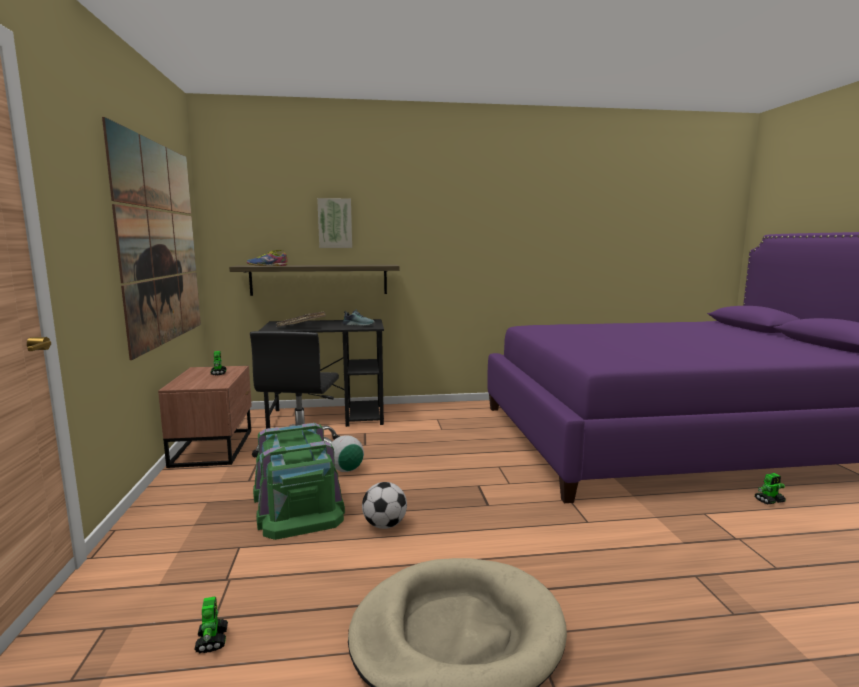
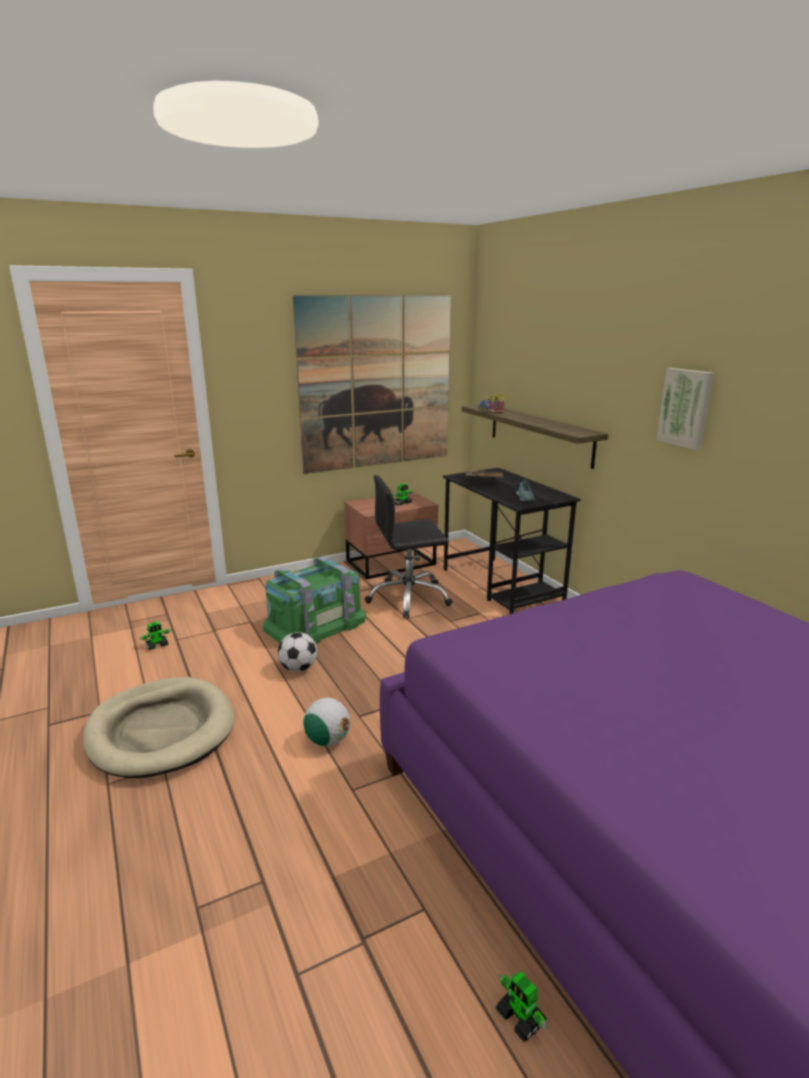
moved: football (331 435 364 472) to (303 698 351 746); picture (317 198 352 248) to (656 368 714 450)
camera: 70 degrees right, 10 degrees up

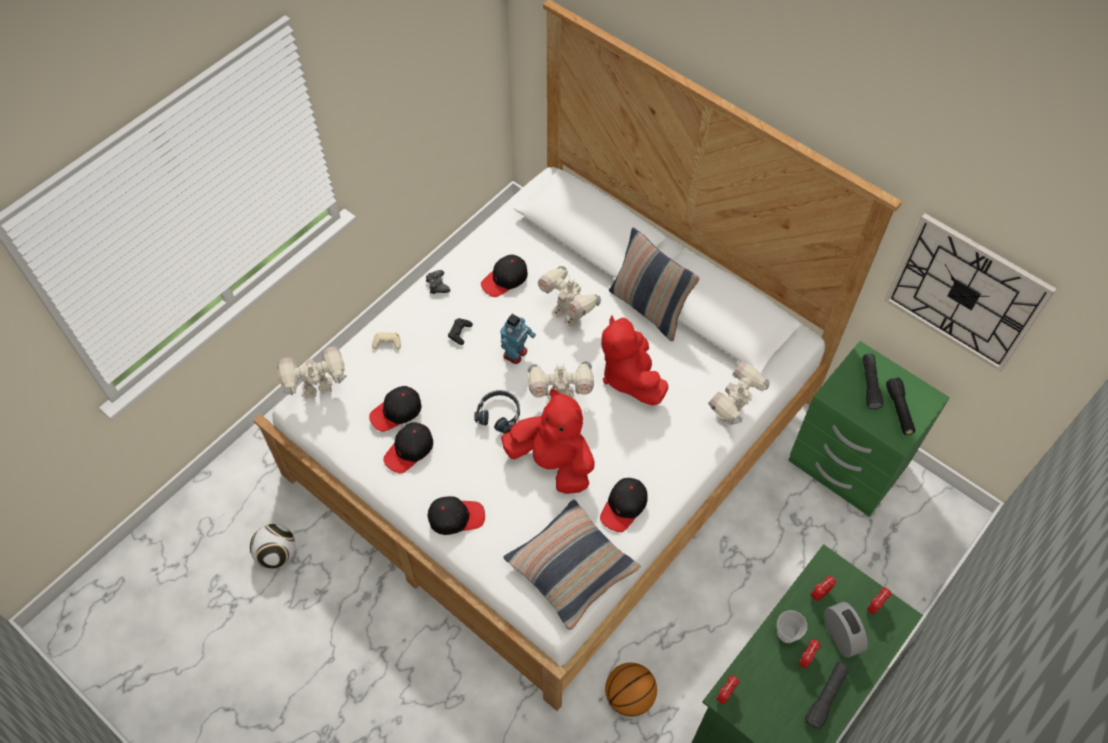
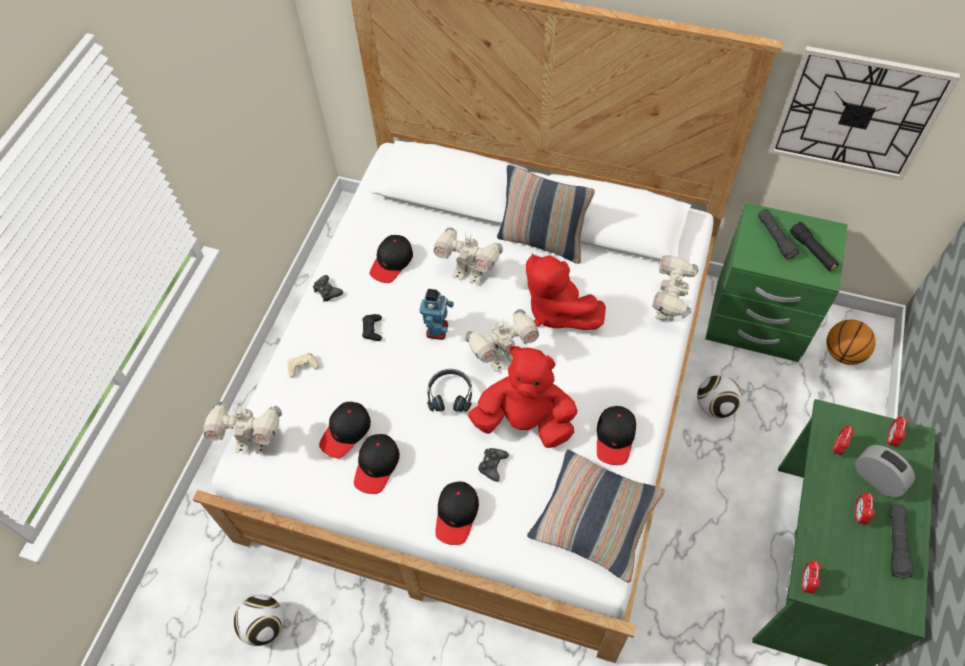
removed: cup (777 610 807 643)
added: black game controller (478 448 509 482); football (697 375 742 418)
moved: basketball (605 662 657 716) to (826 319 876 365)
turned: toy robot (277 347 346 399) = (203 401 282 454) 135 degrees counterclockwise; black cap (427 496 485 535) = (435 481 479 545) 135 degrees clockwise
camera: 20 degrees left, 0 degrees up

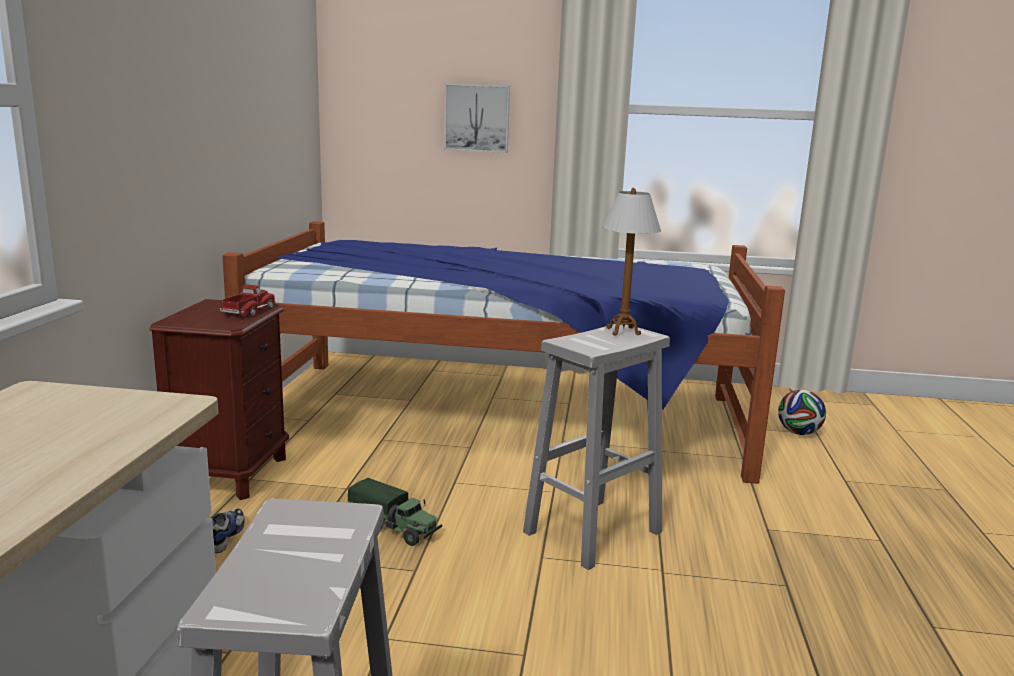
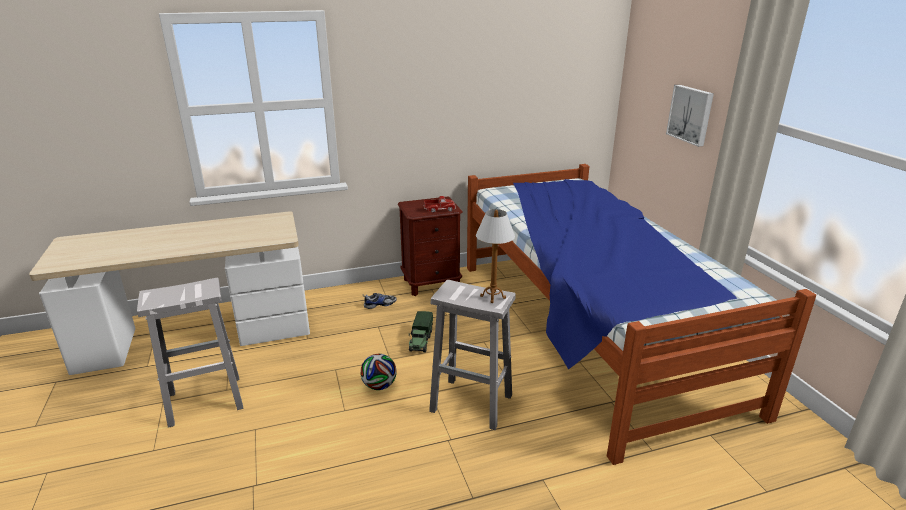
moved: football (778 390 826 435) to (360 354 397 390)
camera: 65 degrees right, 10 degrees up

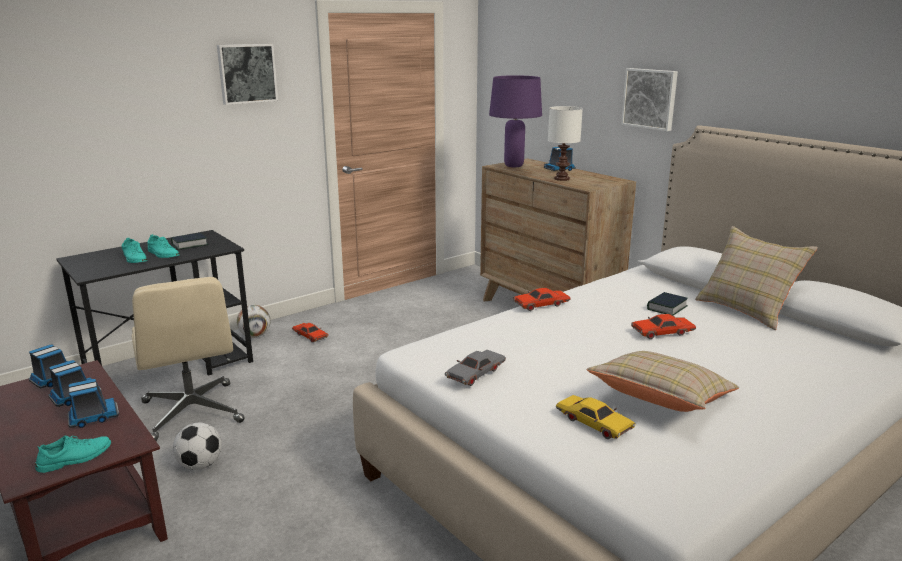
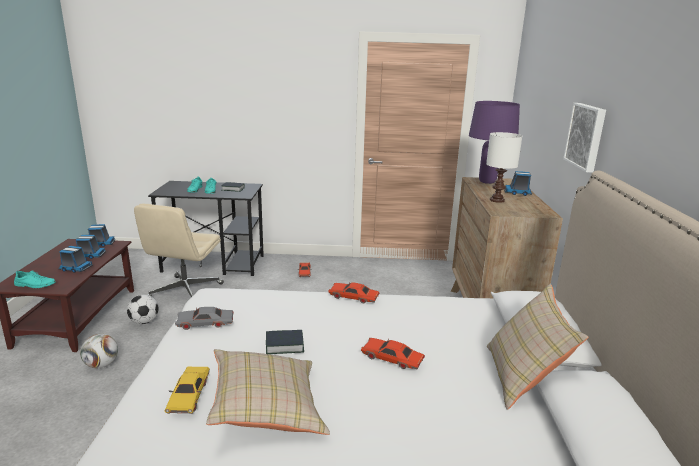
removed: picture (217 44 278 105)
moved: football (237 305 271 338) to (80 334 118 368); book (647 292 688 316) to (266 330 304 354)
camera: 40 degrees right, 0 degrees up

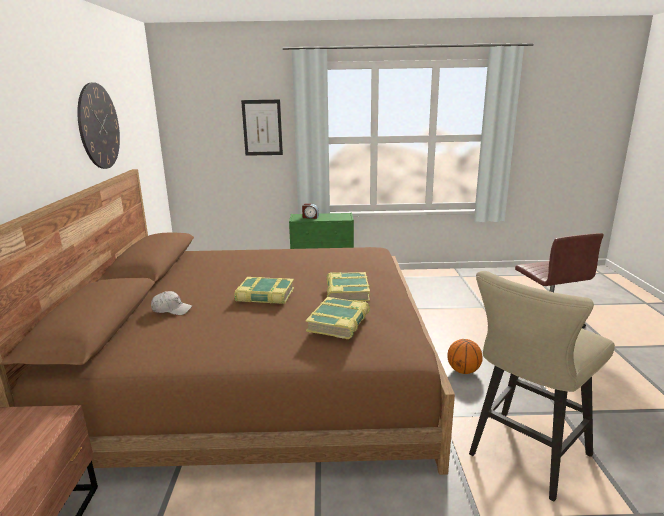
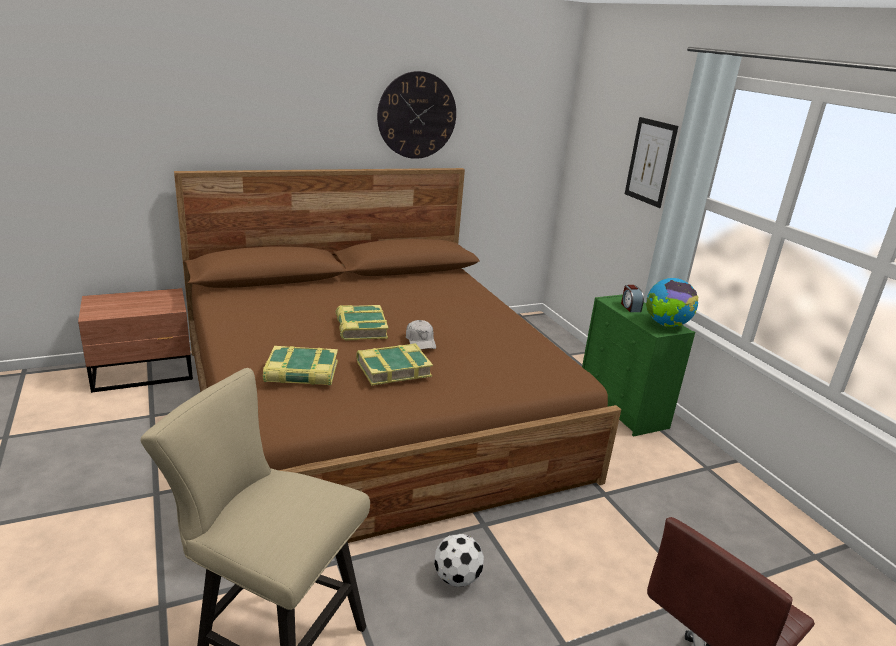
added: globe (646 278 698 327)
moved: white cap (151 291 192 315) to (406 320 436 350)
replaced: basketball (447 339 483 374) to football (434 534 484 587)
camera: 65 degrees right, 5 degrees up

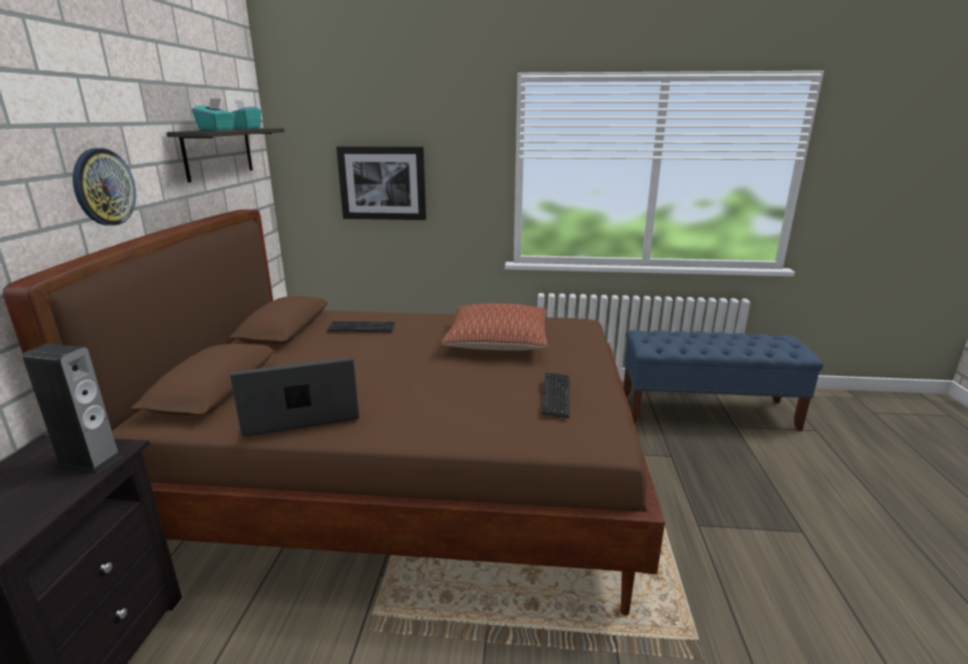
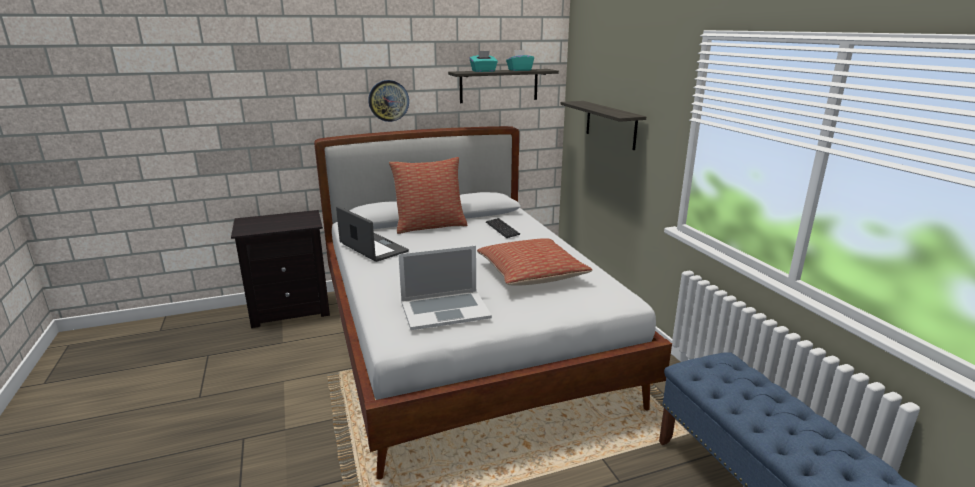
removed: speaker (23 344 124 474)
added: pillow (389 157 467 234)
replaced: keyboard (541 372 569 418) to laptop (398 246 492 330); picture (336 146 426 220) to shelf (560 101 646 150)
recoloured: brown bed (3 209 665 616) to white bed (314 126 672 480)
camera: 65 degrees right, 0 degrees up

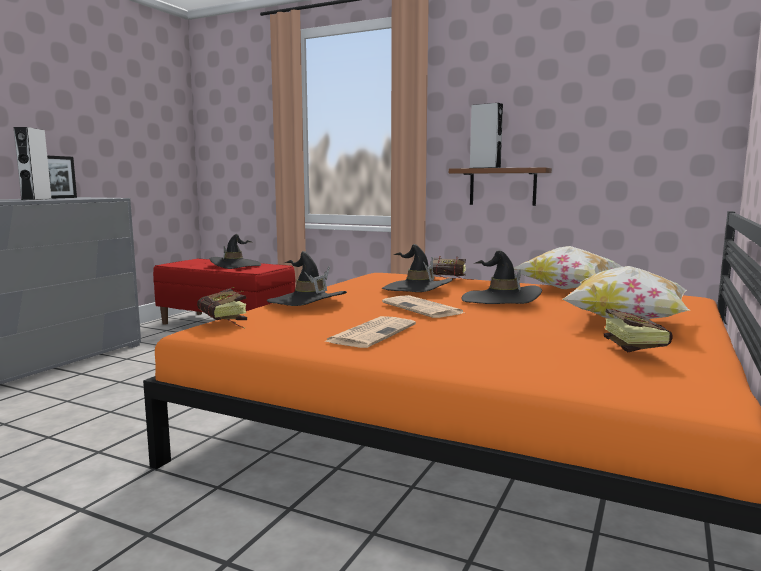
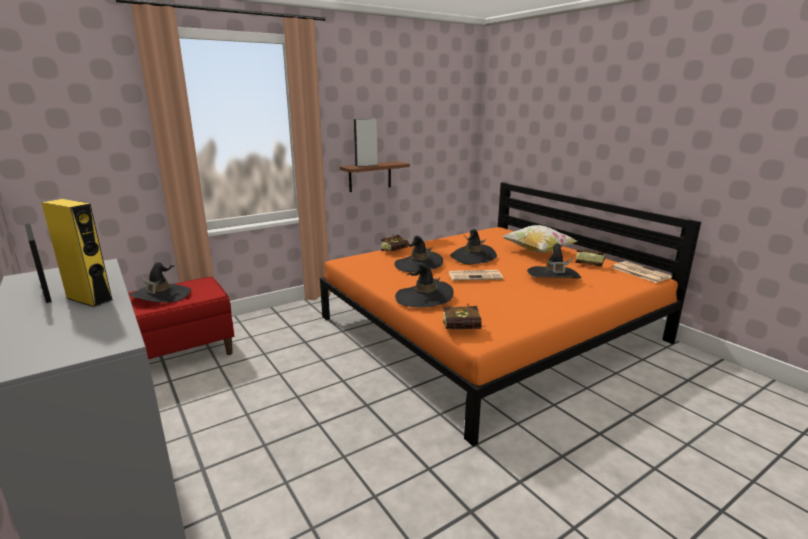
removed: pillow (514 246 623 289)
added: black hat (527 243 581 278)
moved: newspaper (325 316 416 348) to (612 261 672 283)
recoloured: grey speaker (13 127 52 200) to yellow speaker (41 199 113 307)
camera: 60 degrees left, 10 degrees up

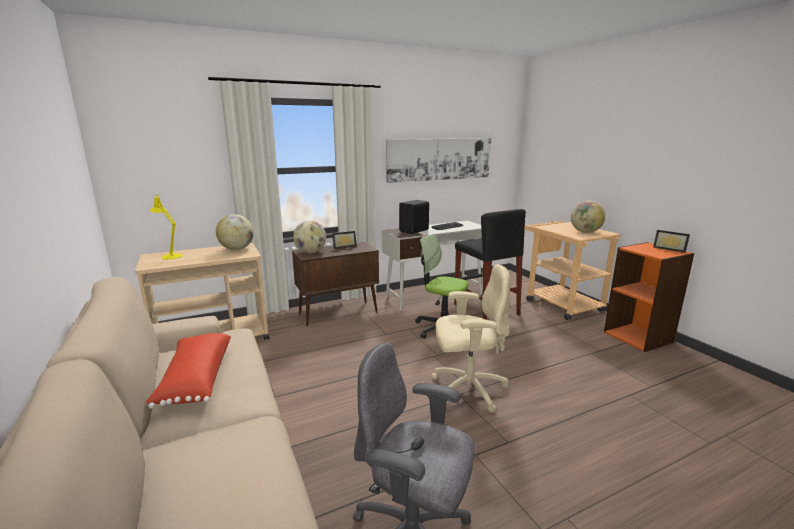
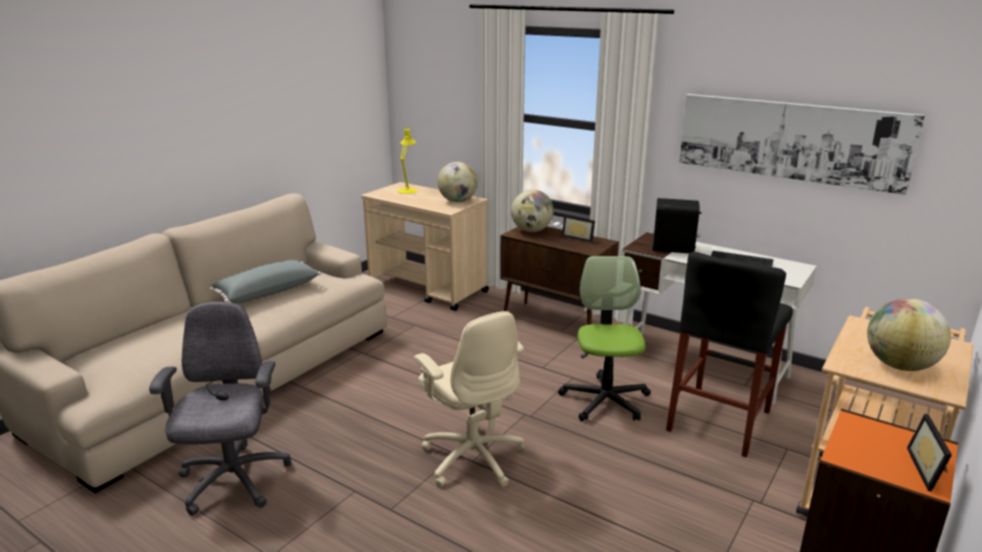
recoloured: red pillow (145 333 231 409) to grey pillow (209 259 321 303)
camera: 60 degrees right, 5 degrees up

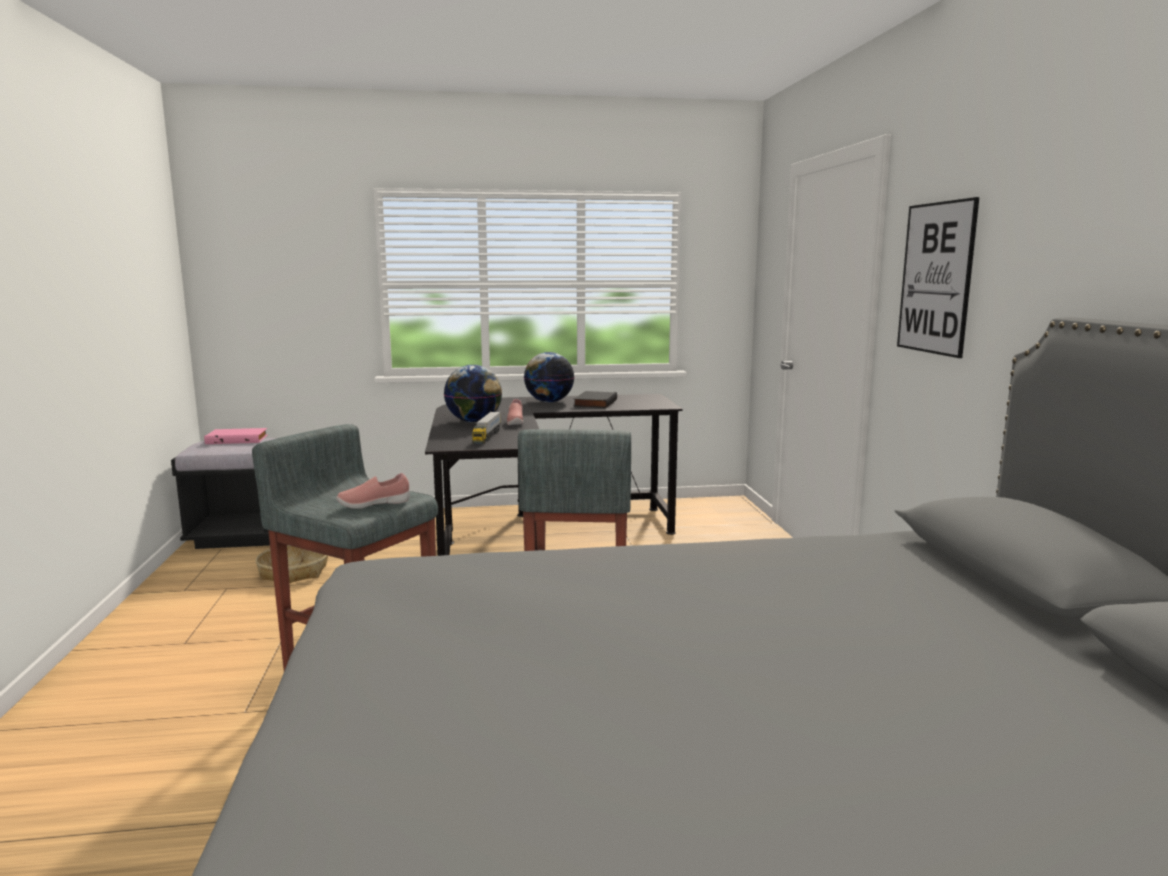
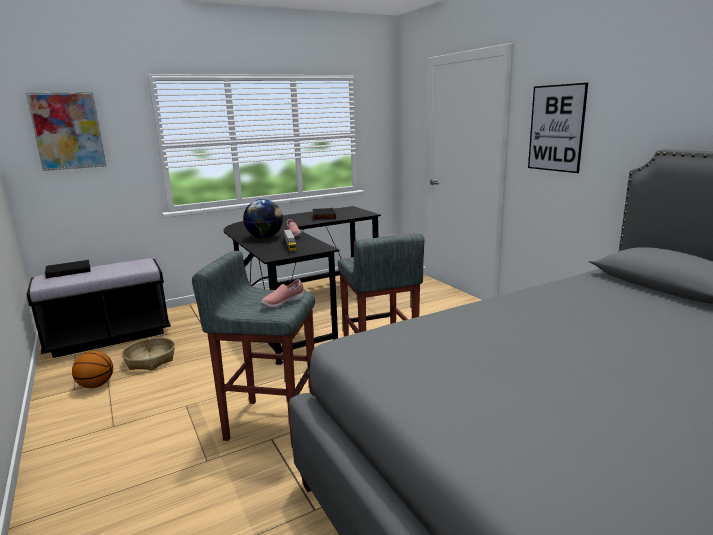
removed: globe (524 352 574 402)
added: picture (26 92 106 171); basketball (72 351 113 388)
recoloured: pink book (204 428 267 444) to black book (45 260 91 278)
camera: 20 degrees left, 5 degrees up

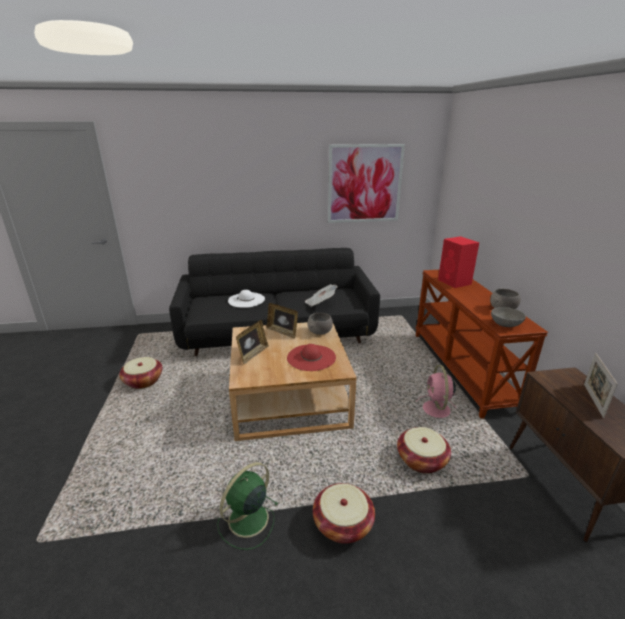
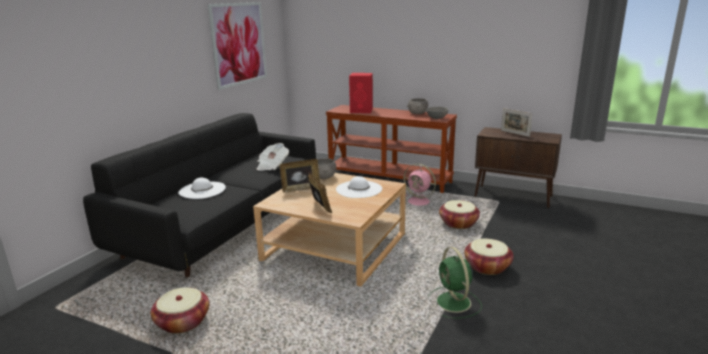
recoloured: red hat (287 344 336 371) to white hat (336 176 382 198)
camera: 55 degrees left, 5 degrees down

